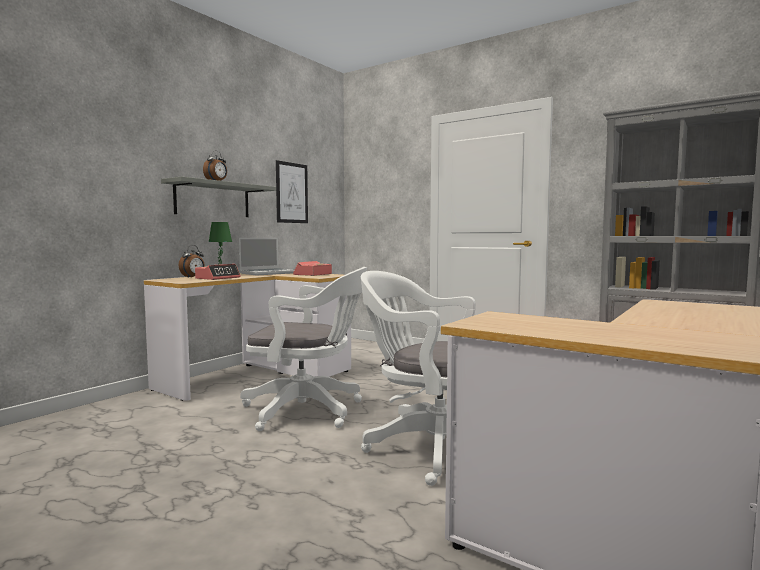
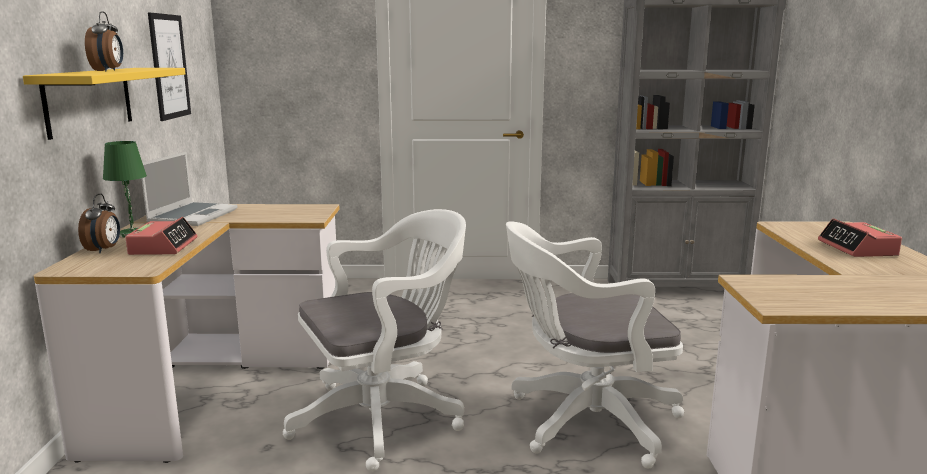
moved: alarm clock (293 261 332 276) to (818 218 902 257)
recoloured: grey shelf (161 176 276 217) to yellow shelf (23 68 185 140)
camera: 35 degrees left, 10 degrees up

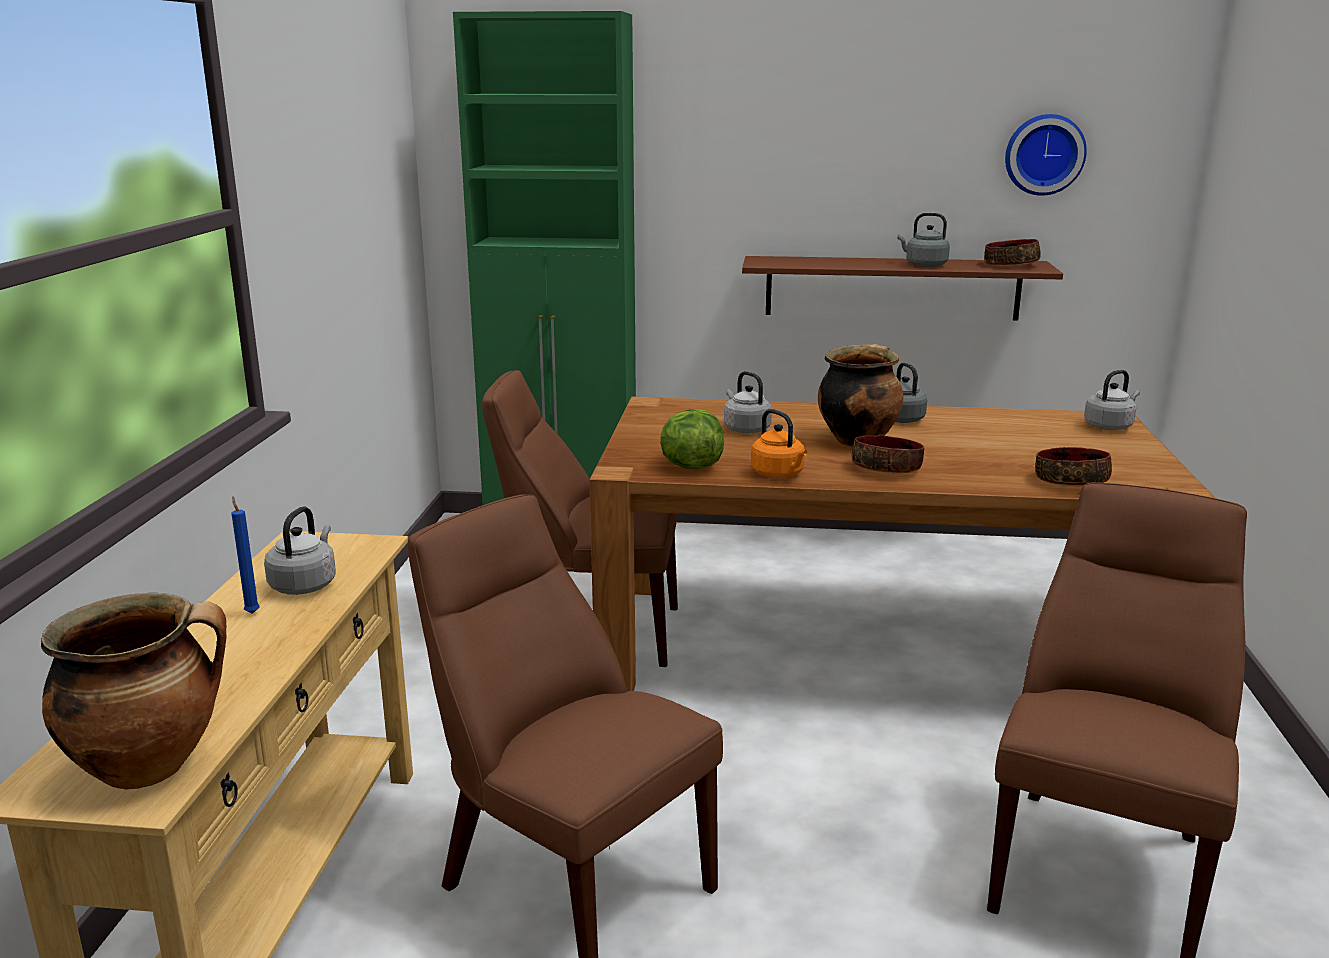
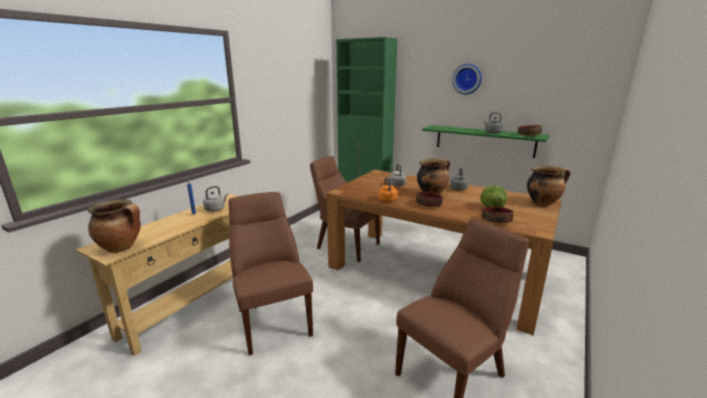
moved: wall clock (1005 114 1087 196) to (452 64 482 94); lettuce (660 409 724 469) to (480 186 507 207)
replaced: grey kettle (1084 370 1140 430) to cooking pot (527 166 570 206)
recoloured: brown shelf (742 256 1063 321) to green shelf (422 125 549 158)
camera: 25 degrees right, 0 degrees up

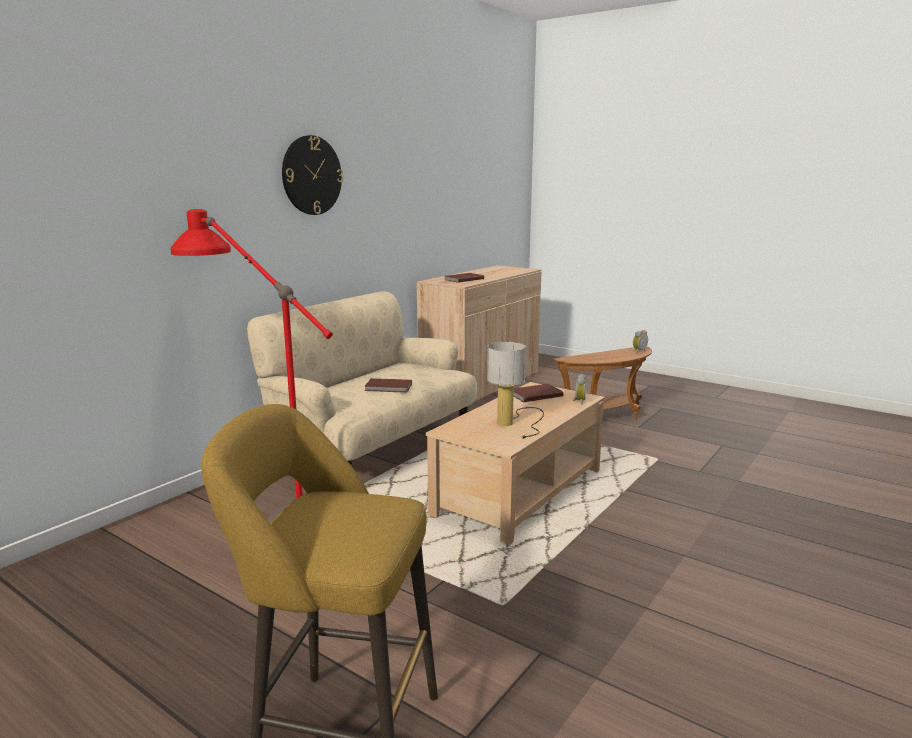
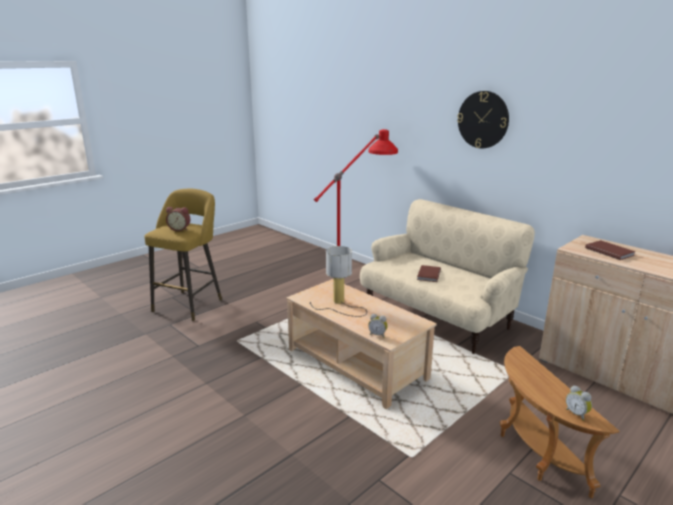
removed: brown book (513 384 563 402)
added: alarm clock (166 207 190 231)
camera: 100 degrees right, 5 degrees up

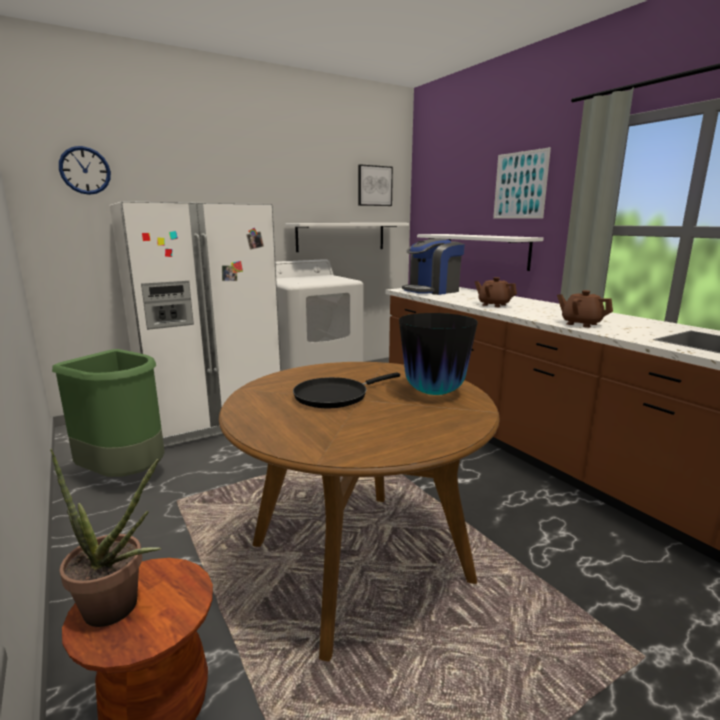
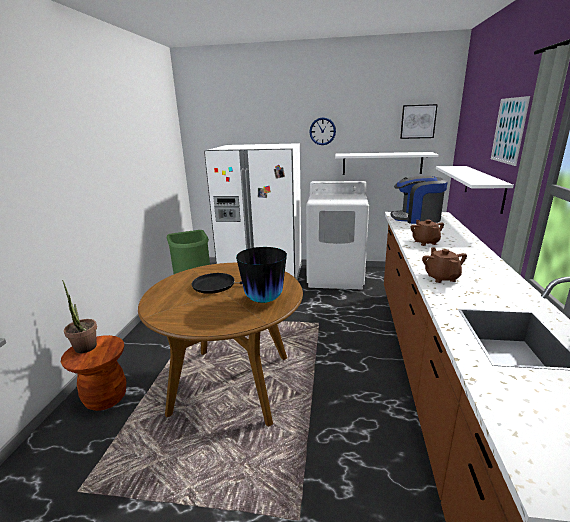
moved: wall clock (59 146 111 195) to (310 117 336 145)
camera: 40 degrees right, 5 degrees up

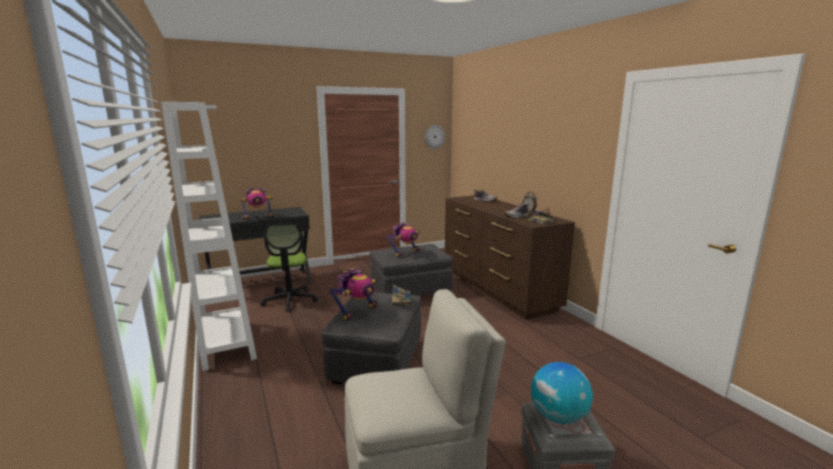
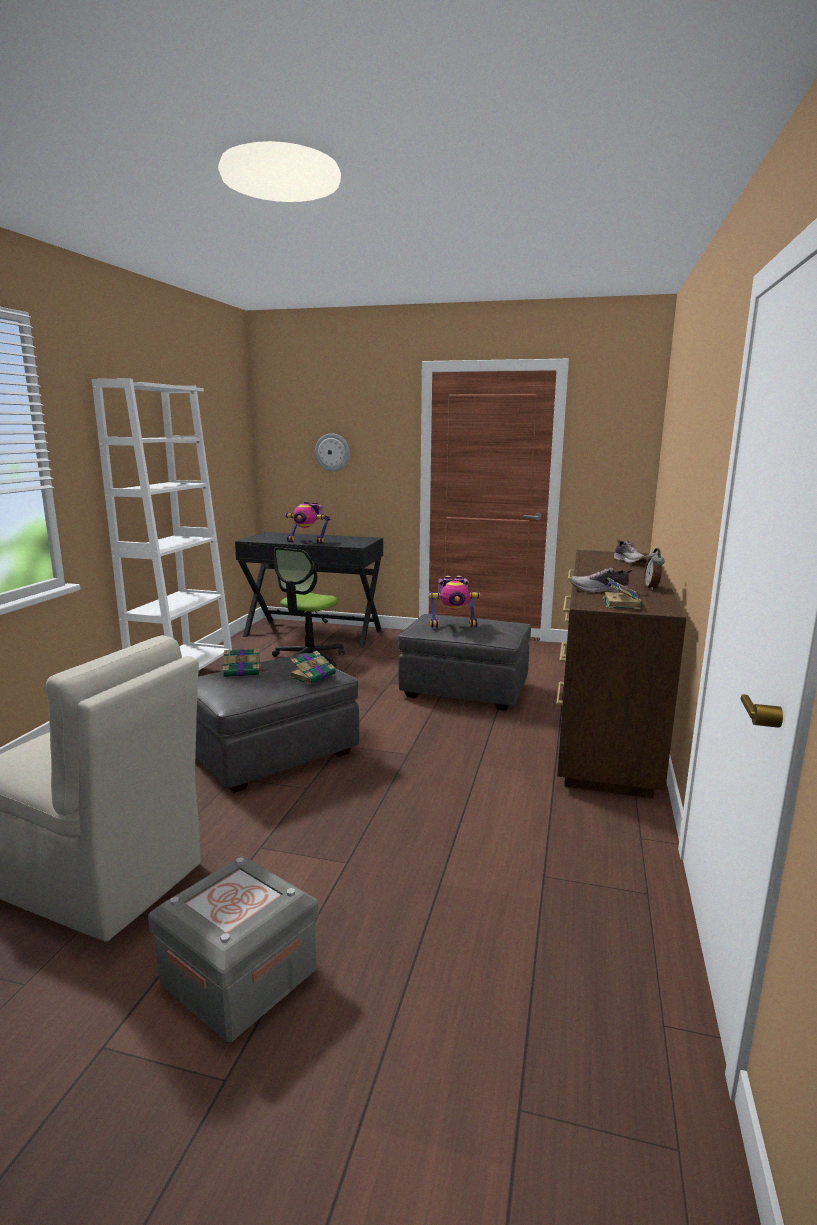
removed: globe (531 362 593 424)
moved: wall clock (425 125 445 149) to (315 433 350 472)
replaced: toy robot (328 268 378 321) to book (223 648 266 677)
camera: 40 degrees right, 0 degrees up

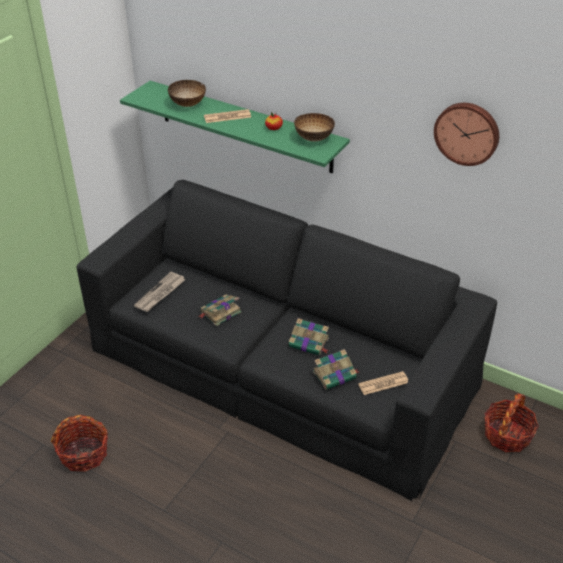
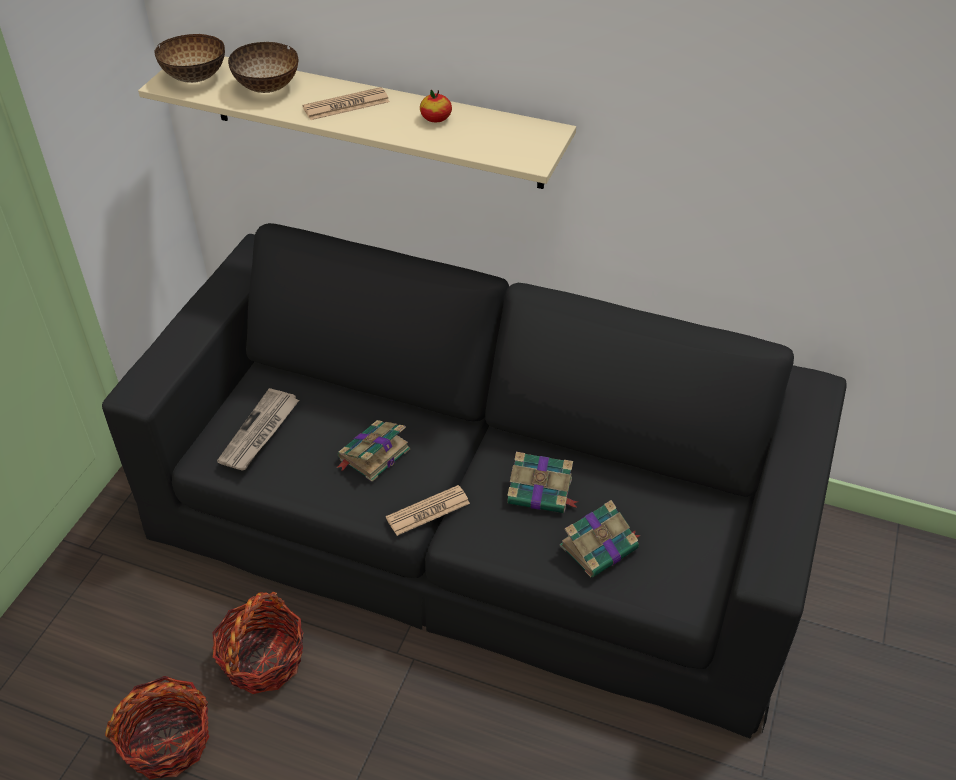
removed: wall clock (434 103 499 166)
moved: bowl (294 113 335 142) to (154 34 225 83); basket (484 393 539 452) to (212 592 304 694); newspaper (358 371 408 395) to (386 485 470 536)
recoloured: green shelf (120 81 350 173) to beige shelf (138 56 576 189)
camera: 10 degrees left, 5 degrees up

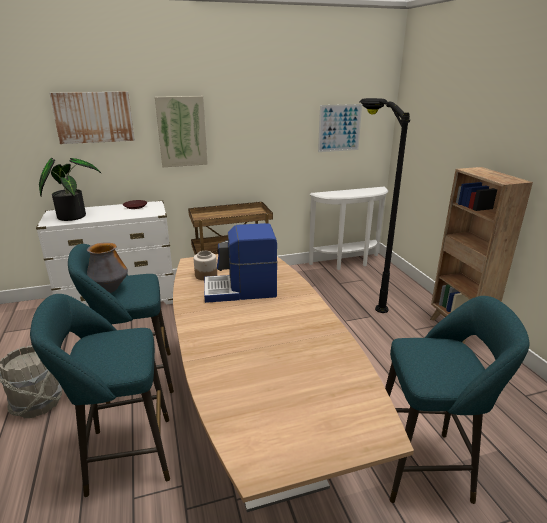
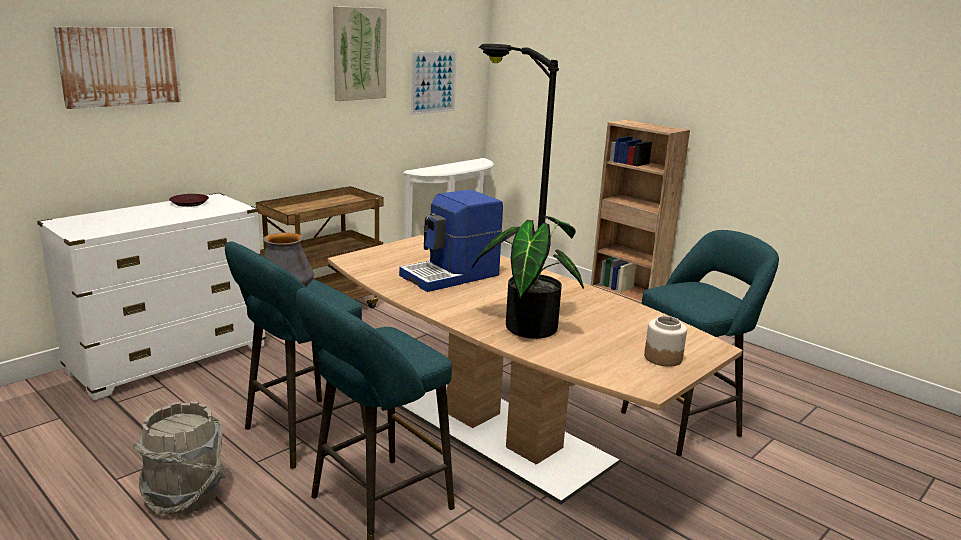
moved: picture (155 96 208 167) to (333 6 386 101); potted plant (39 158 101 221) to (472 216 584 339); jar (194 251 217 280) to (644 316 687 367)
camera: 30 degrees left, 5 degrees down

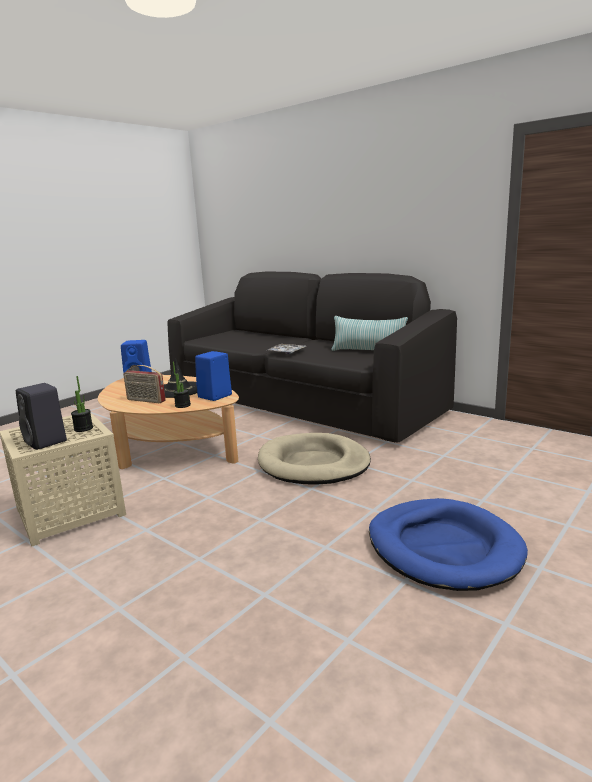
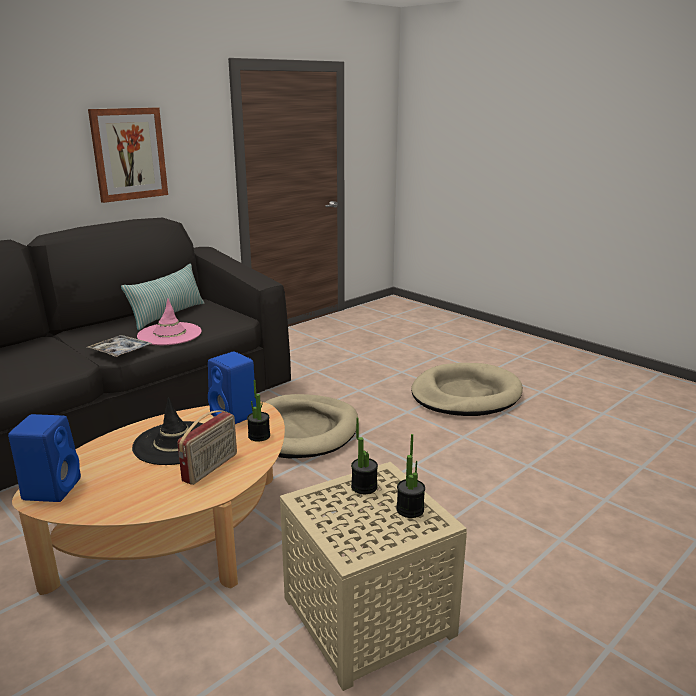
added: picture (88 108 168 203); pink hat (137 298 202 345)
replaced: black speaker (16 383 67 450) to potted plant (396 434 425 518)
recoloured: blue dog bed (369 498 528 591) to beige dog bed (411 363 523 416)
camera: 85 degrees left, 5 degrees up

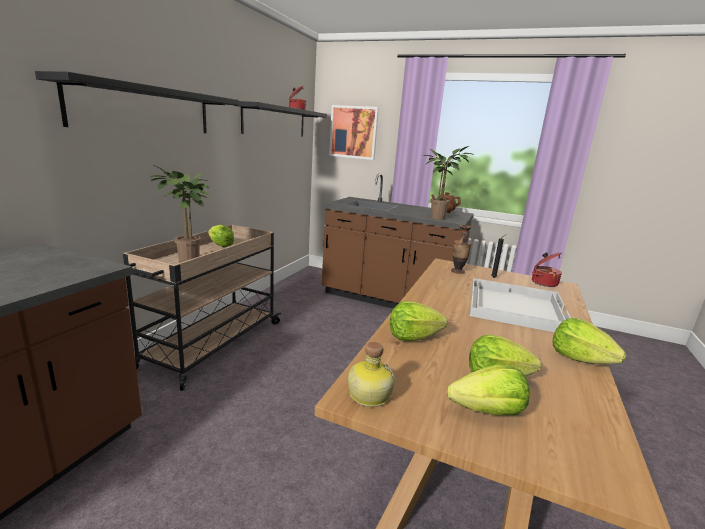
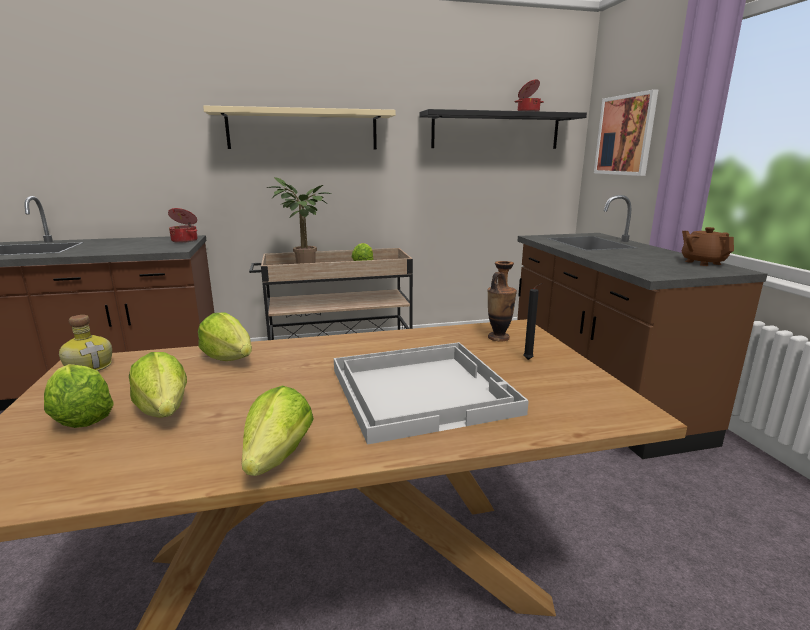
removed: potted plant (424 146 472 220)
moved: cooking pot (532 252 562 287) to (168 208 198 243)
recoloured: black shelf (35 71 239 133) to beige shelf (203 106 396 149)
camera: 55 degrees right, 0 degrees up

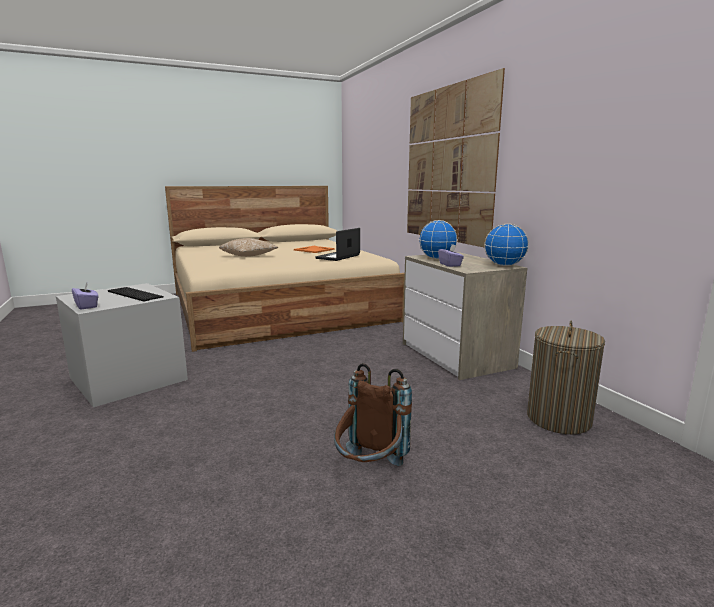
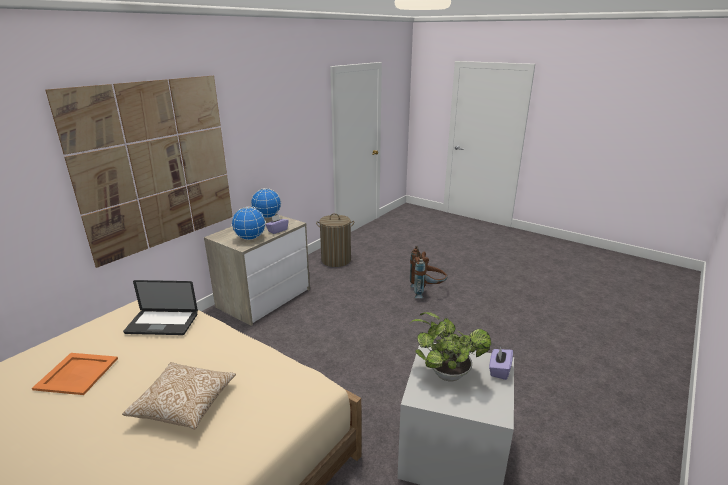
replaced: keyboard (108 287 164 301) to potted plant (410 312 491 381)
camera: 120 degrees left, 10 degrees up

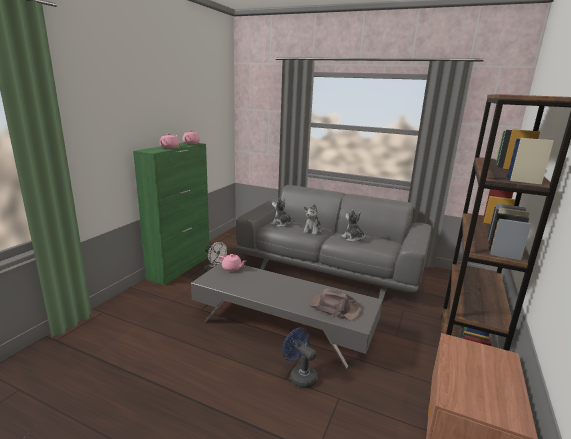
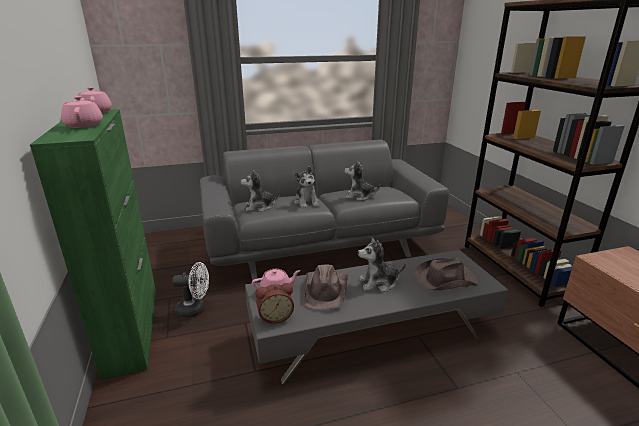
removed: blue fan (282 327 318 389)
added: alarm clock (255 283 294 324); brown hat (304 264 348 310); plush toy (358 237 406 292)
camera: 40 degrees left, 5 degrees up

